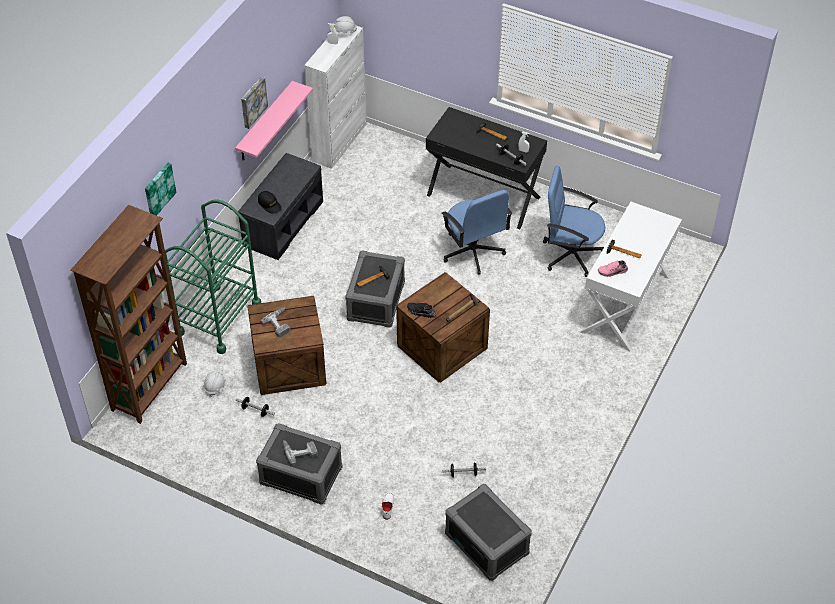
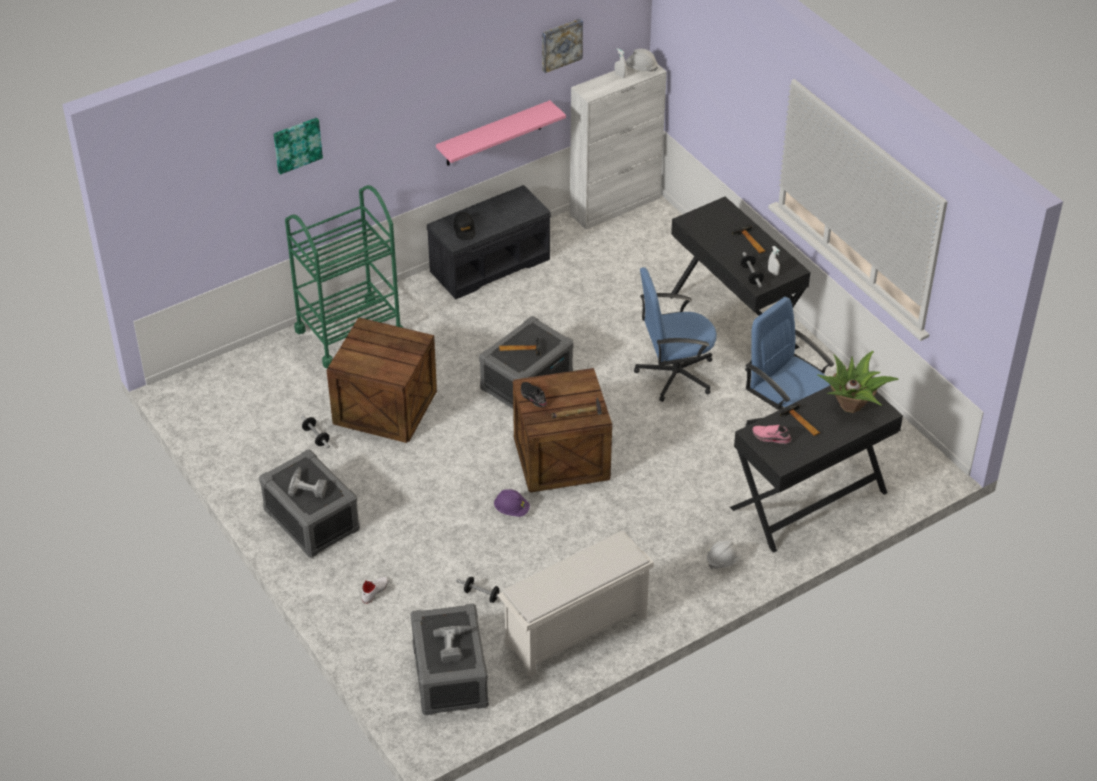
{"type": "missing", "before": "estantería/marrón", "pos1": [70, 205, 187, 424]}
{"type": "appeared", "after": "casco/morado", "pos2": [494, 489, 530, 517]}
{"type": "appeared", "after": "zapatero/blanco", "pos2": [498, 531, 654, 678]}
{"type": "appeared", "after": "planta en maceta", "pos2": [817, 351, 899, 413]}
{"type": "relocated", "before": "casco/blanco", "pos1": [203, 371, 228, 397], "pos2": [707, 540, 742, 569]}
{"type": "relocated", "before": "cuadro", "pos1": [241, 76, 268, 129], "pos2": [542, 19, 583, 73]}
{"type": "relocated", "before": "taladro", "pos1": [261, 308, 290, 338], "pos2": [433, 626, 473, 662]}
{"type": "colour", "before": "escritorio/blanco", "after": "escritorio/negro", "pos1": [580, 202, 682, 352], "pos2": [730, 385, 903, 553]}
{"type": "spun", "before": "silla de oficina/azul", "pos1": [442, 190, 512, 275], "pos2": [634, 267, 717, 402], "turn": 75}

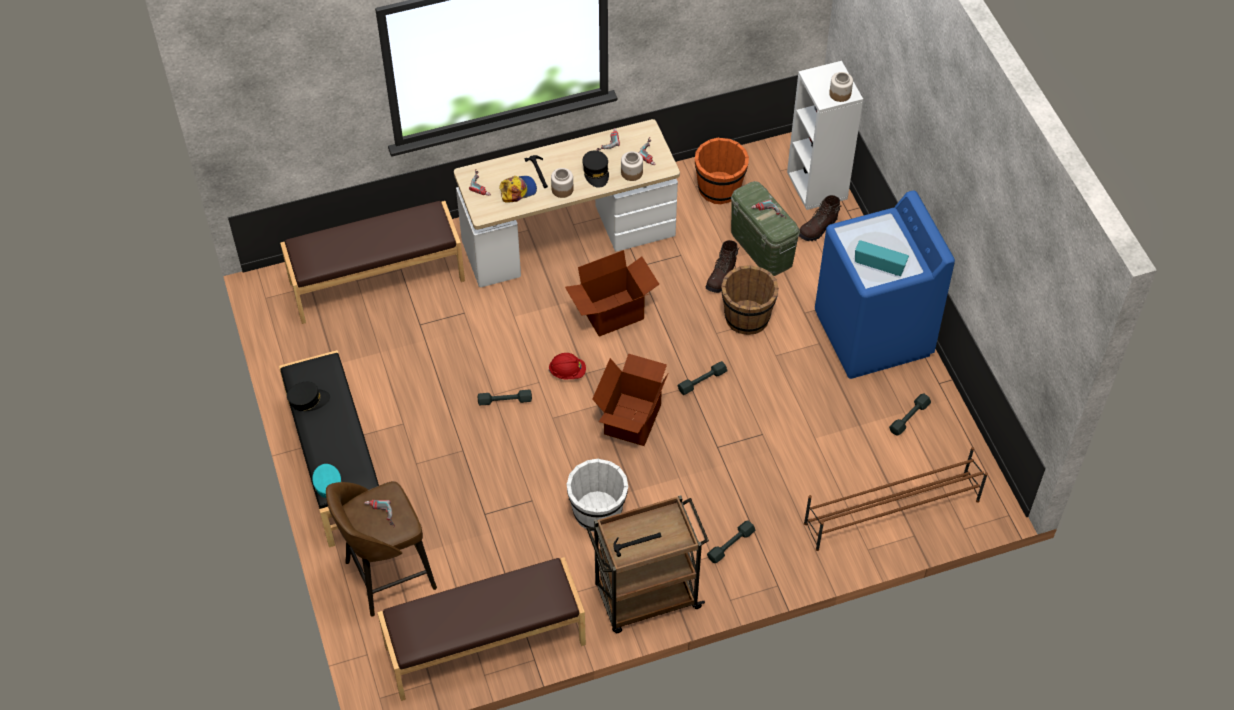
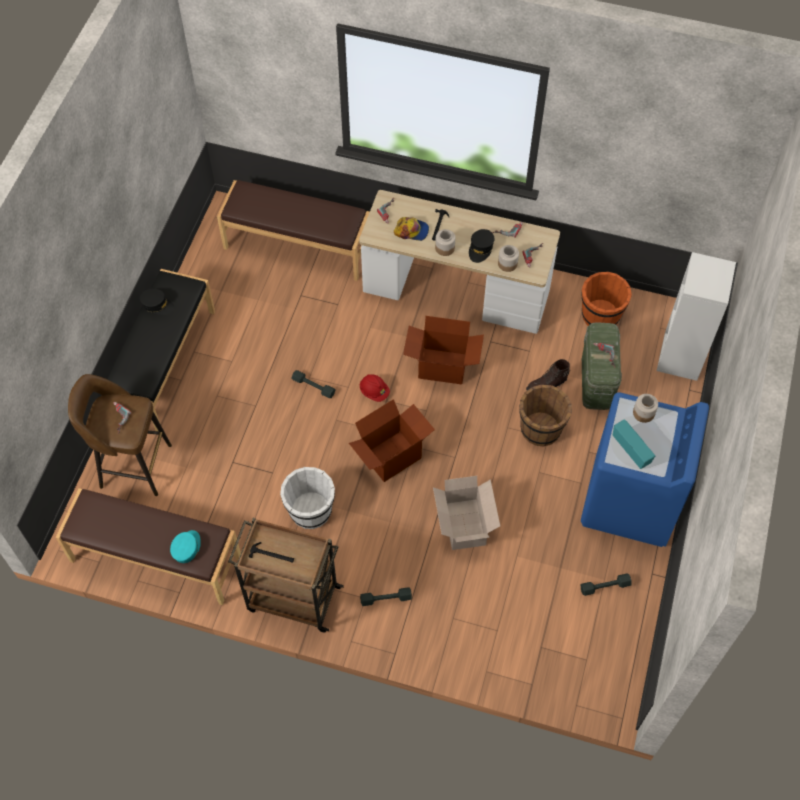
{"type": "missing", "before": "mancuerna/gris", "pos1": [678, 361, 727, 395]}
{"type": "missing", "before": "bota/marrón", "pos1": [799, 195, 842, 241]}
{"type": "missing", "before": "zapatero/marrón", "pos1": [804, 447, 988, 551]}
{"type": "appeared", "after": "caja de cartón", "pos2": [433, 476, 500, 550]}
{"type": "relocated", "before": "gorra/turquesa", "pos1": [312, 464, 341, 498], "pos2": [170, 530, 201, 563]}
{"type": "relocated", "before": "tarro", "pos1": [829, 72, 853, 102], "pos2": [633, 394, 658, 423]}

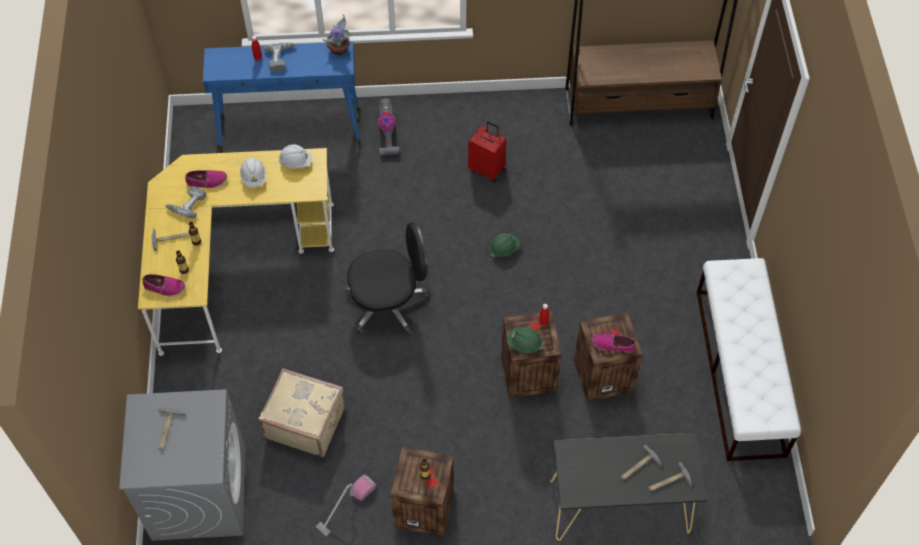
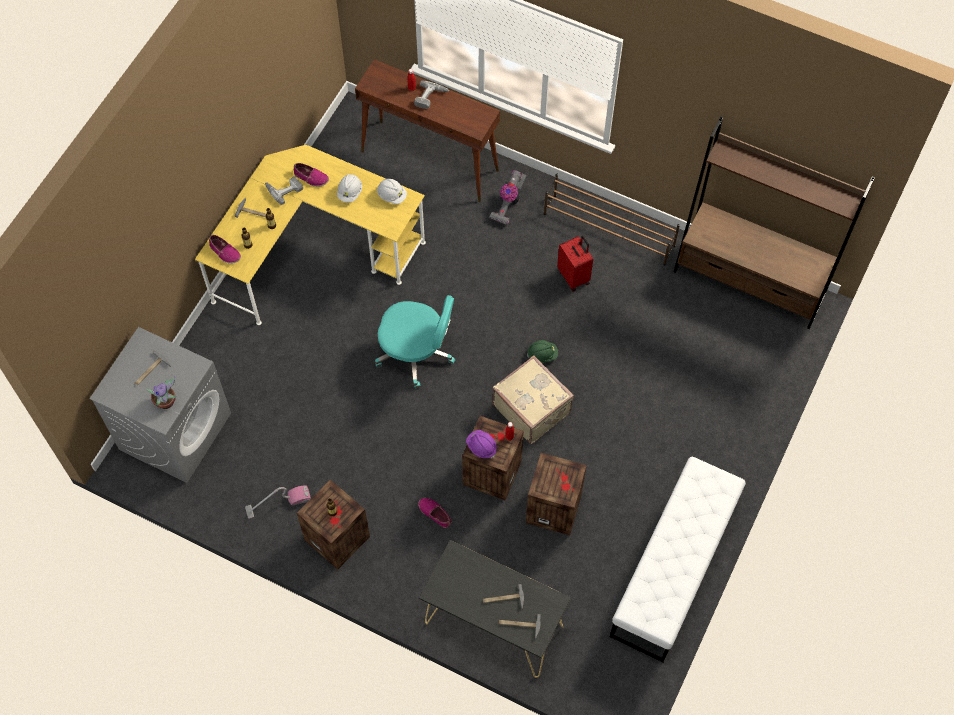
{"type": "appeared", "after": "zapatero/marrón", "pos2": [544, 174, 680, 266]}
{"type": "relocated", "before": "maleta/beis", "pos1": [258, 368, 345, 457], "pos2": [492, 355, 574, 444]}
{"type": "relocated", "before": "planta en maceta", "pos1": [322, 15, 352, 55], "pos2": [146, 376, 177, 409]}
{"type": "relocated", "before": "zapato", "pos1": [592, 333, 636, 353], "pos2": [418, 498, 451, 528]}
{"type": "colour", "before": "mesa consola/azul", "after": "mesa consola/marrón", "pos1": [203, 42, 361, 153], "pos2": [355, 59, 500, 202]}
{"type": "colour", "before": "silla de oficina/negro", "after": "silla de oficina/turquesa", "pos1": [345, 223, 430, 335], "pos2": [375, 295, 455, 388]}
{"type": "colour", "before": "casco/verde", "after": "casco/morado", "pos1": [507, 327, 543, 353], "pos2": [466, 430, 497, 458]}

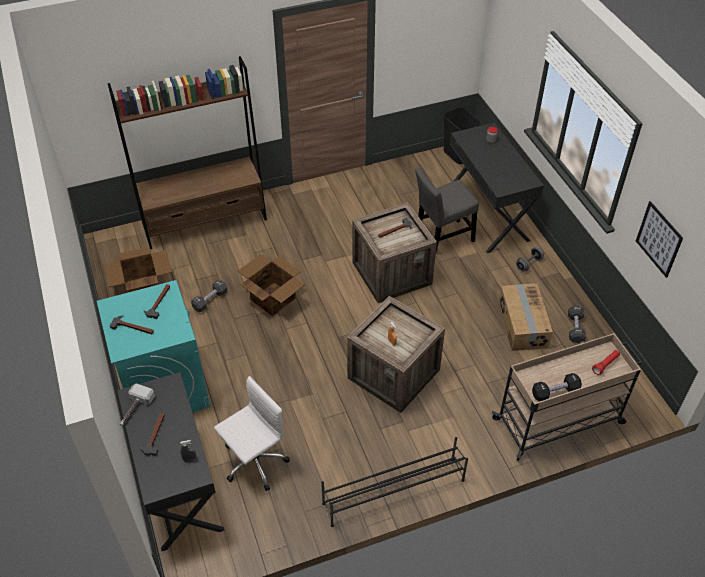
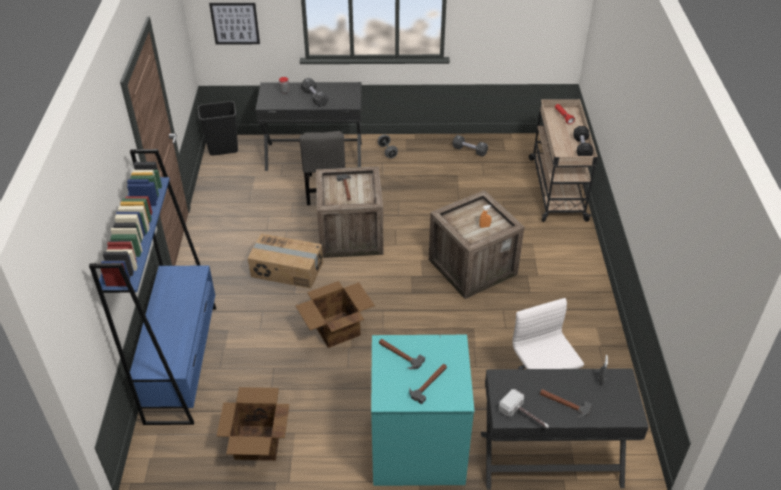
{"type": "missing", "before": "zapatero/negro", "pos1": [321, 437, 468, 527]}
{"type": "relocated", "before": "mancuerna/negro", "pos1": [191, 280, 227, 312], "pos2": [301, 78, 328, 107]}
{"type": "relocated", "before": "caja de cartón", "pos1": [498, 283, 553, 351], "pos2": [248, 233, 323, 289]}
{"type": "relocated", "before": "cuadro", "pos1": [636, 201, 683, 278], "pos2": [209, 3, 260, 45]}
{"type": "colour", "before": "estantería/marrón", "after": "estantería/azul", "pos1": [108, 56, 267, 249], "pos2": [89, 149, 216, 425]}

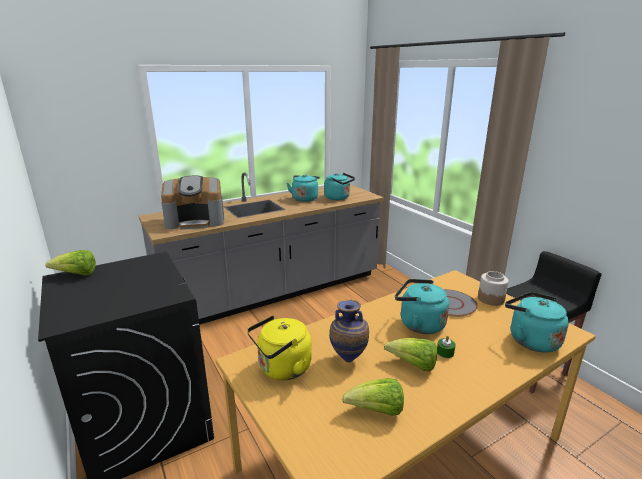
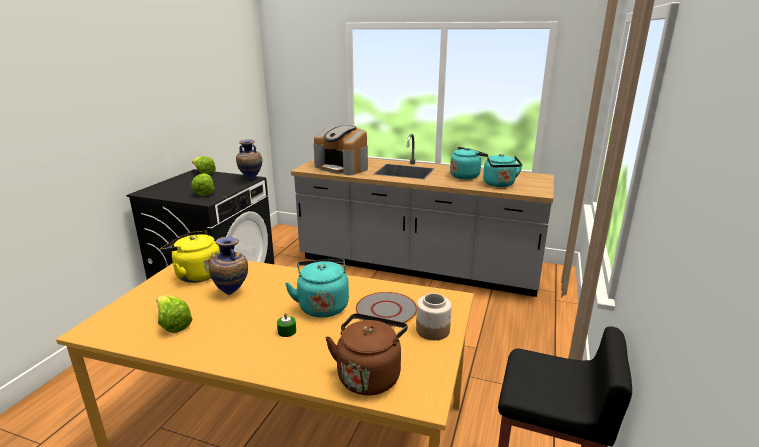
{"type": "appeared", "after": "florero", "pos2": [236, 139, 262, 179]}
{"type": "relocated", "before": "lechuga", "pos1": [384, 338, 437, 372], "pos2": [191, 173, 215, 196]}
{"type": "colour", "before": "hervidor/turquesa", "after": "hervidor/marrón", "pos1": [505, 292, 569, 353], "pos2": [325, 313, 408, 395]}

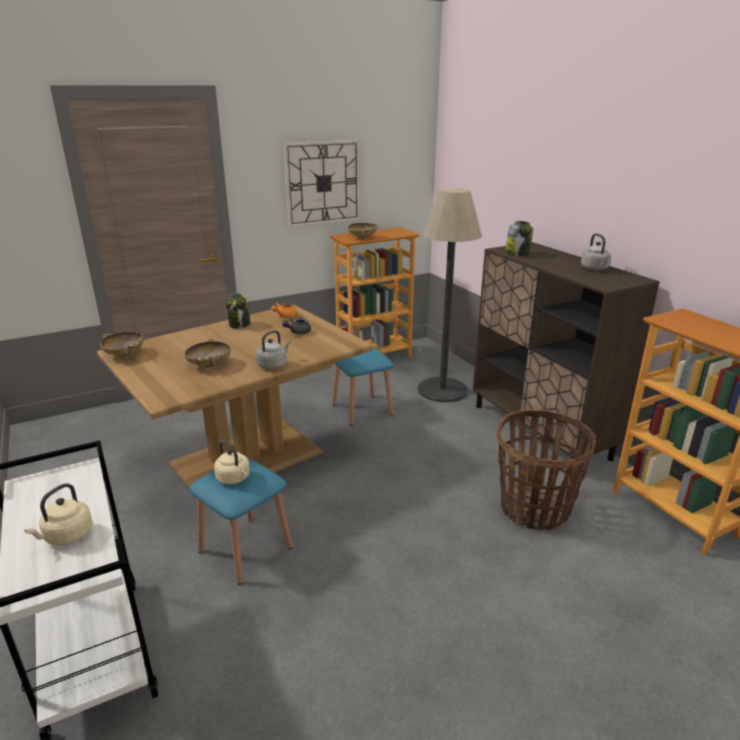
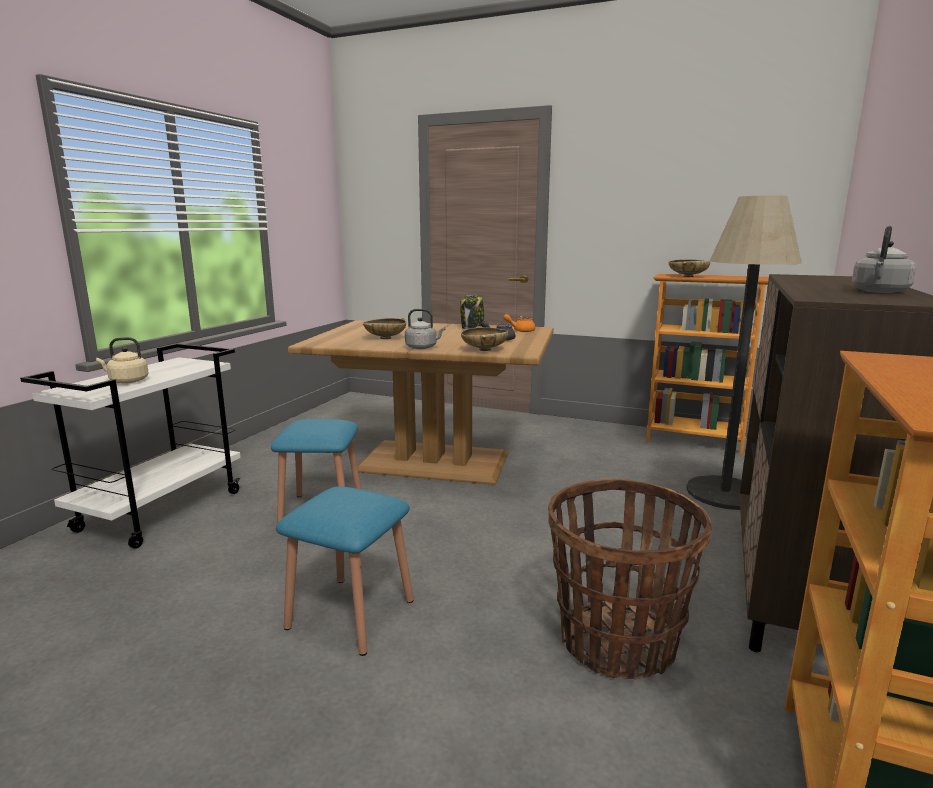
{"type": "missing", "before": "hervidor/beis", "pos1": [214, 441, 250, 484]}
{"type": "missing", "before": "reloj de pared", "pos1": [284, 140, 360, 228]}
{"type": "missing", "before": "tarro", "pos1": [505, 221, 533, 256]}
{"type": "relocated", "before": "cuenco/beis", "pos1": [100, 332, 144, 357], "pos2": [461, 326, 508, 351]}
{"type": "relocated", "before": "taburete/azul", "pos1": [332, 347, 394, 426], "pos2": [276, 486, 414, 656]}

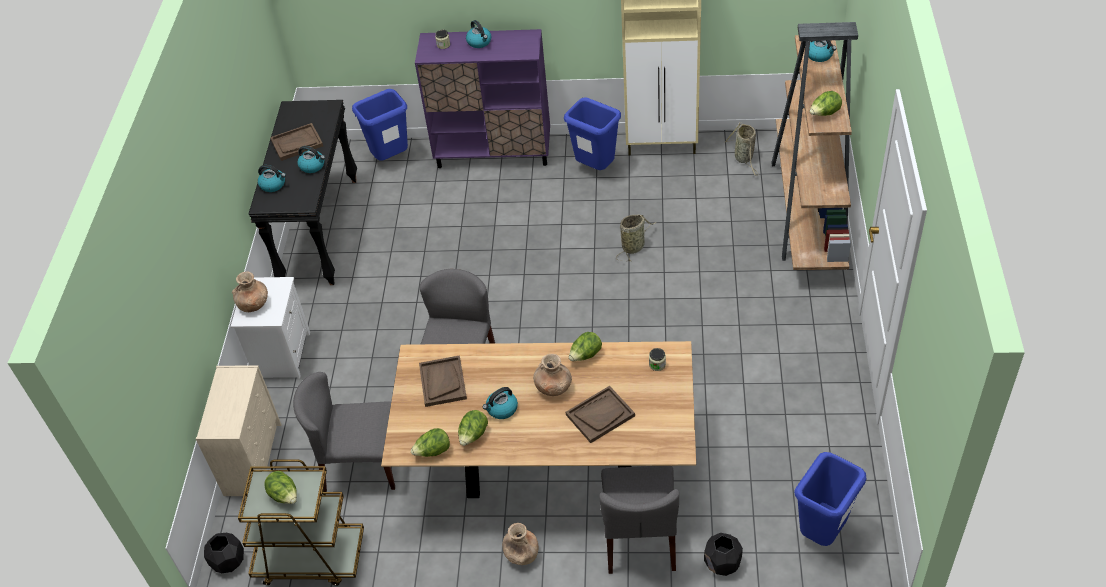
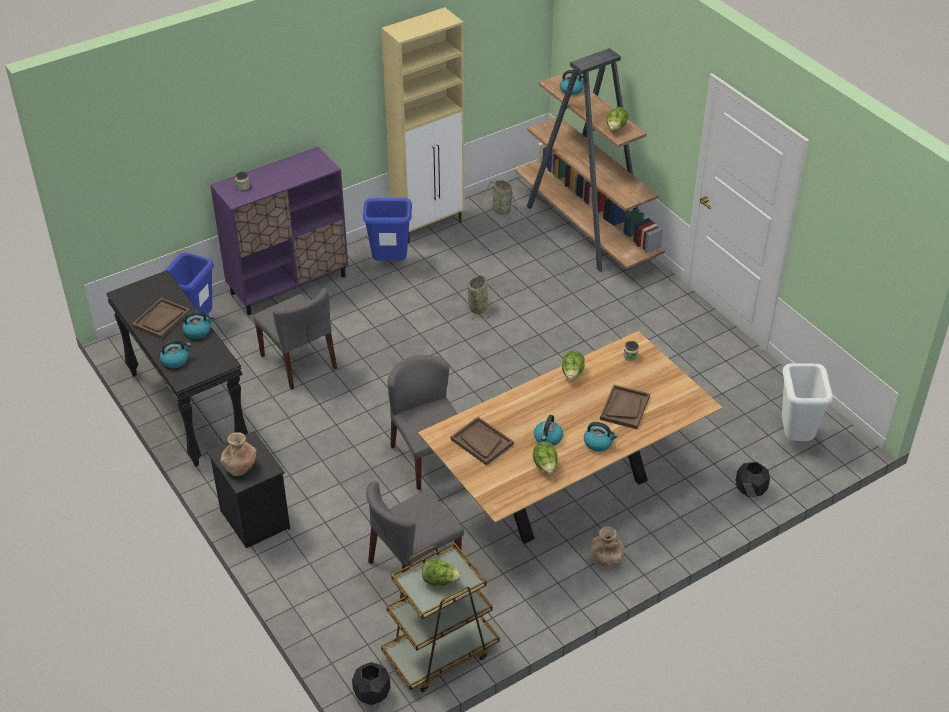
{"type": "missing", "before": "cómoda/beis", "pos1": [196, 365, 282, 496]}
{"type": "missing", "before": "lechuga", "pos1": [411, 428, 450, 457]}
{"type": "missing", "before": "florero/marrón", "pos1": [533, 354, 572, 396]}
{"type": "relocated", "before": "hervidor", "pos1": [466, 20, 492, 48], "pos2": [584, 422, 618, 451]}
{"type": "relocated", "before": "silla/gris", "pos1": [599, 466, 679, 574], "pos2": [253, 288, 337, 390]}
{"type": "colour", "before": "mesita de noche/blanco", "after": "mesita de noche/negro", "pos1": [231, 277, 310, 379], "pos2": [207, 431, 290, 548]}
{"type": "colour", "before": "papelera/azul", "after": "papelera/blanco", "pos1": [794, 452, 866, 546], "pos2": [782, 363, 833, 441]}

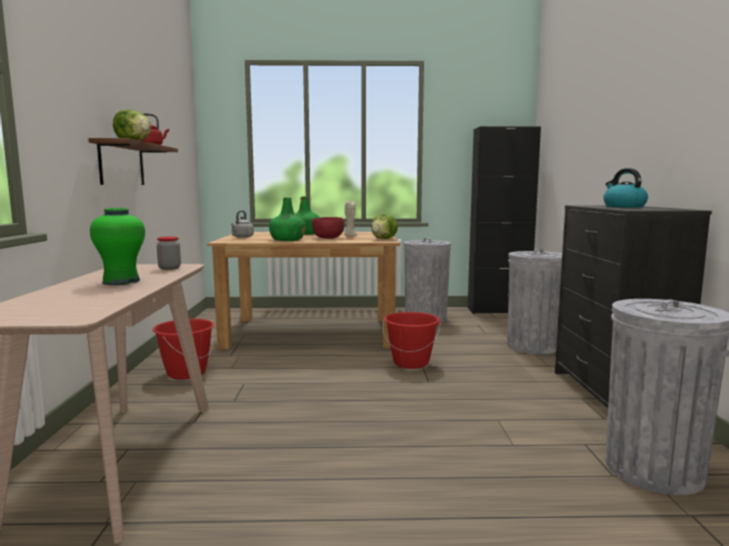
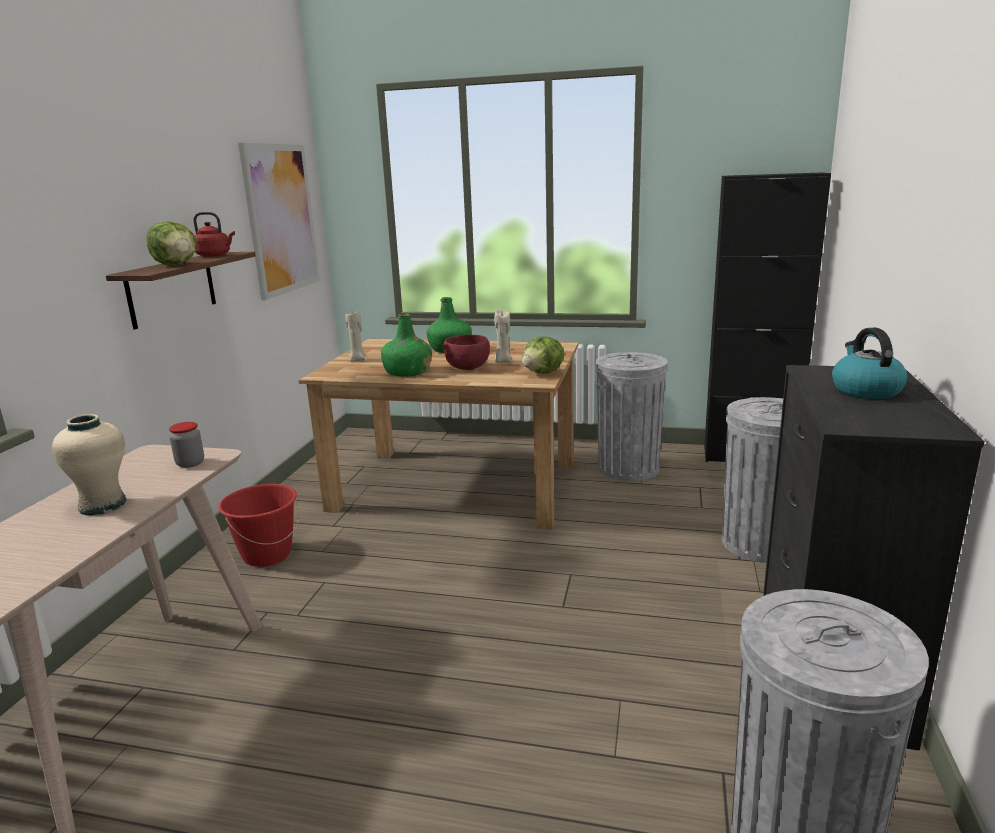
{"type": "missing", "before": "cubo/rojo", "pos1": [383, 312, 441, 369]}
{"type": "appeared", "after": "cuadro", "pos2": [238, 143, 320, 300]}
{"type": "exchanged", "before": "hervidor/gris", "after": "vela/beis", "pos1": [231, 210, 254, 238], "pos2": [345, 312, 365, 362]}
{"type": "colour", "before": "florero/verde", "after": "florero/beis", "pos1": [90, 208, 145, 285], "pos2": [52, 414, 126, 515]}

